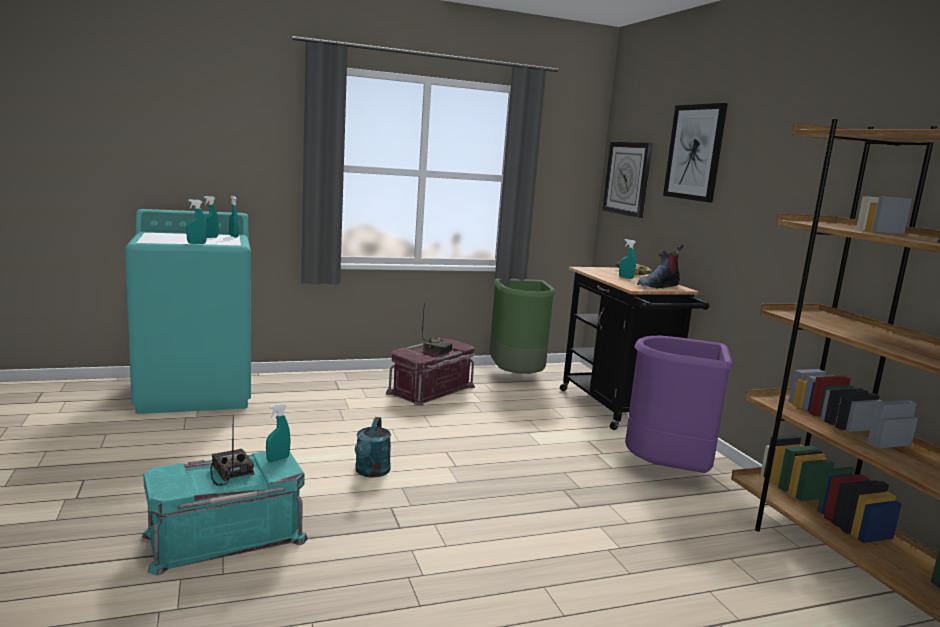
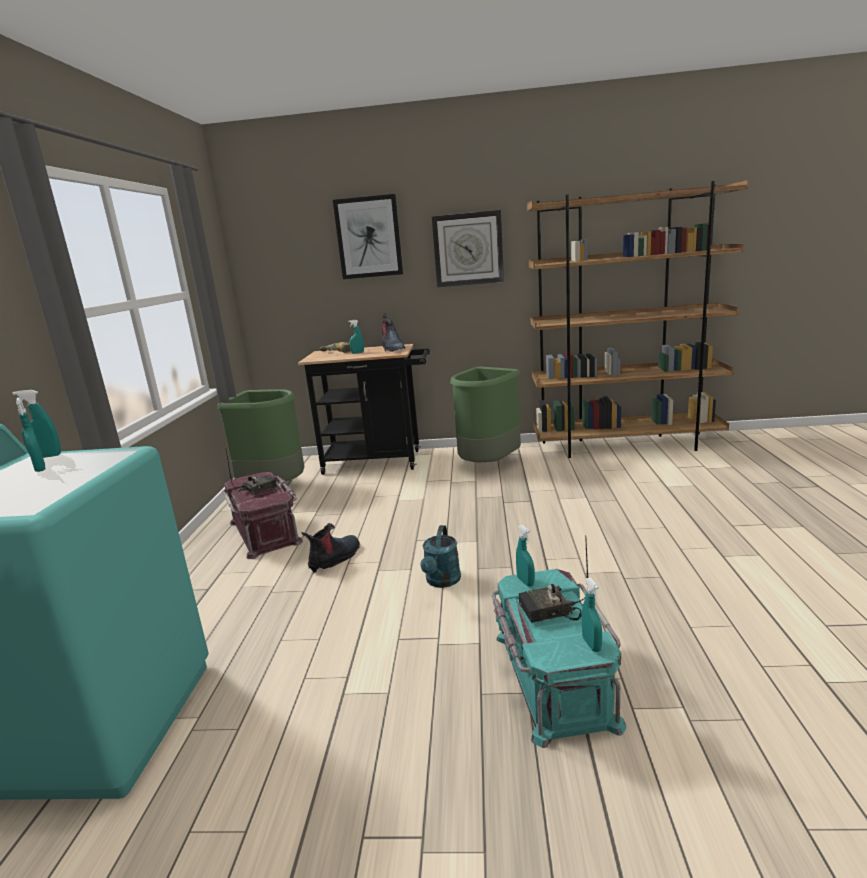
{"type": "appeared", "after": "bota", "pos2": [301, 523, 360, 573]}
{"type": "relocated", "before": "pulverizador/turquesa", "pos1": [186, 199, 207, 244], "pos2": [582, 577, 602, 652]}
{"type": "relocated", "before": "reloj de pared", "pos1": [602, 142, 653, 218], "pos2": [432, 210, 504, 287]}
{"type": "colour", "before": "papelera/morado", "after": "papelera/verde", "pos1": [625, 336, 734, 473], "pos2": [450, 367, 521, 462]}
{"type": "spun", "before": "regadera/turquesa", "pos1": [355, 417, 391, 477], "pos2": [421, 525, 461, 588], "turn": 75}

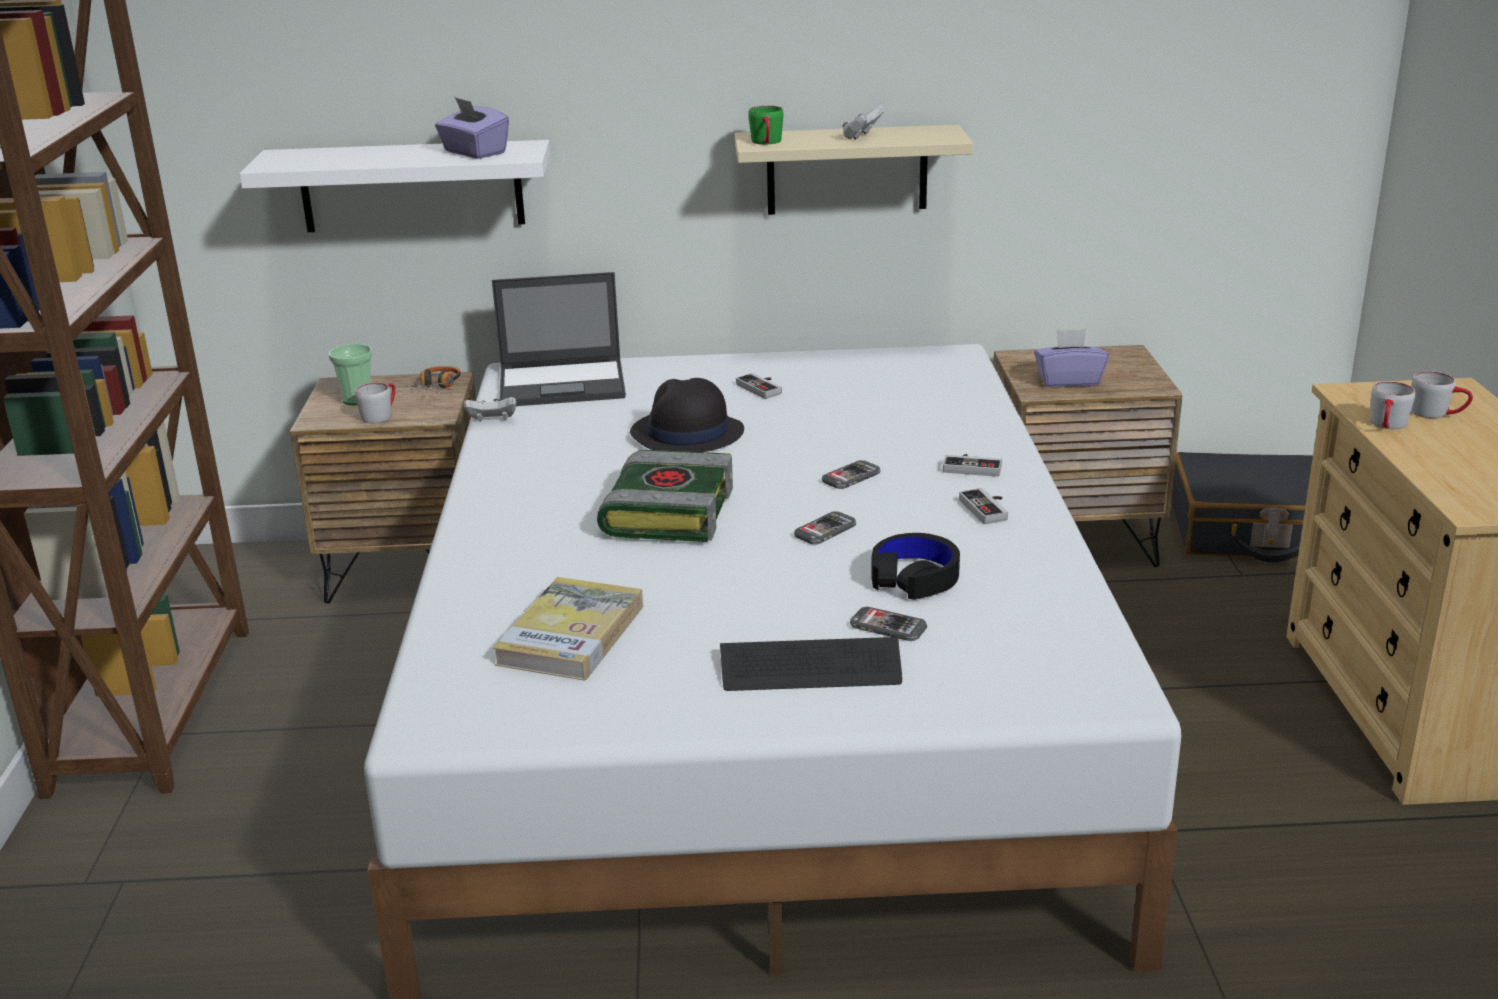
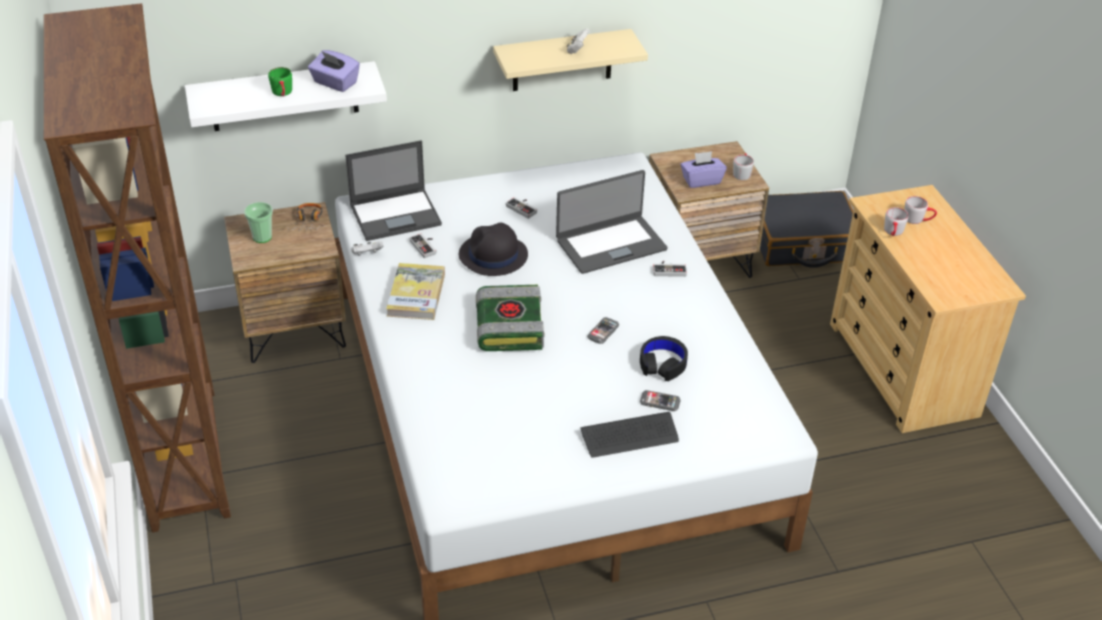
{"type": "missing", "before": "móvil", "pos1": [822, 460, 880, 489]}
{"type": "appeared", "after": "portátil", "pos2": [556, 170, 668, 274]}
{"type": "relocated", "before": "taza grande/gris", "pos1": [355, 382, 395, 423], "pos2": [733, 153, 754, 180]}
{"type": "relocated", "before": "libro", "pos1": [493, 577, 643, 681], "pos2": [386, 263, 445, 320]}
{"type": "relocated", "before": "taza grande/verde", "pos1": [748, 106, 783, 144], "pos2": [268, 67, 292, 96]}
{"type": "relocated", "before": "mando de consola", "pos1": [959, 488, 1008, 524], "pos2": [410, 233, 436, 258]}

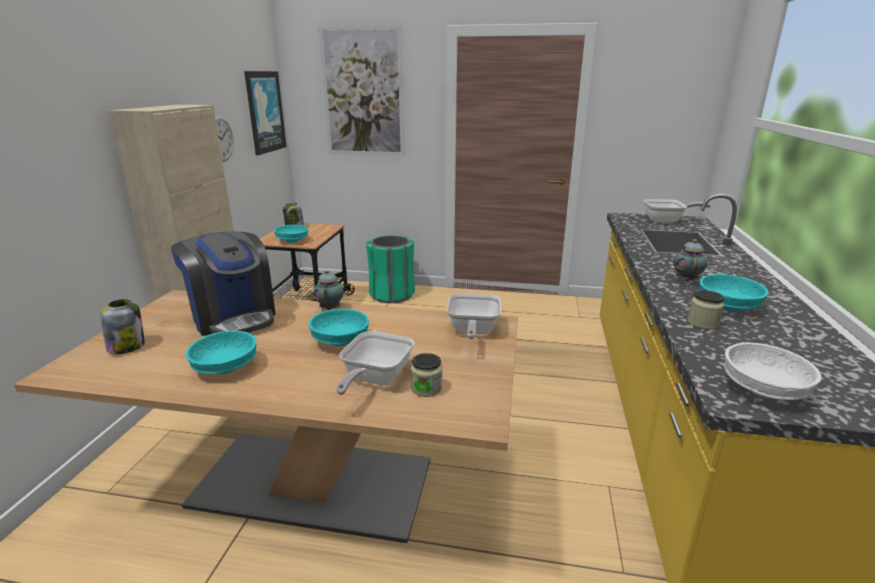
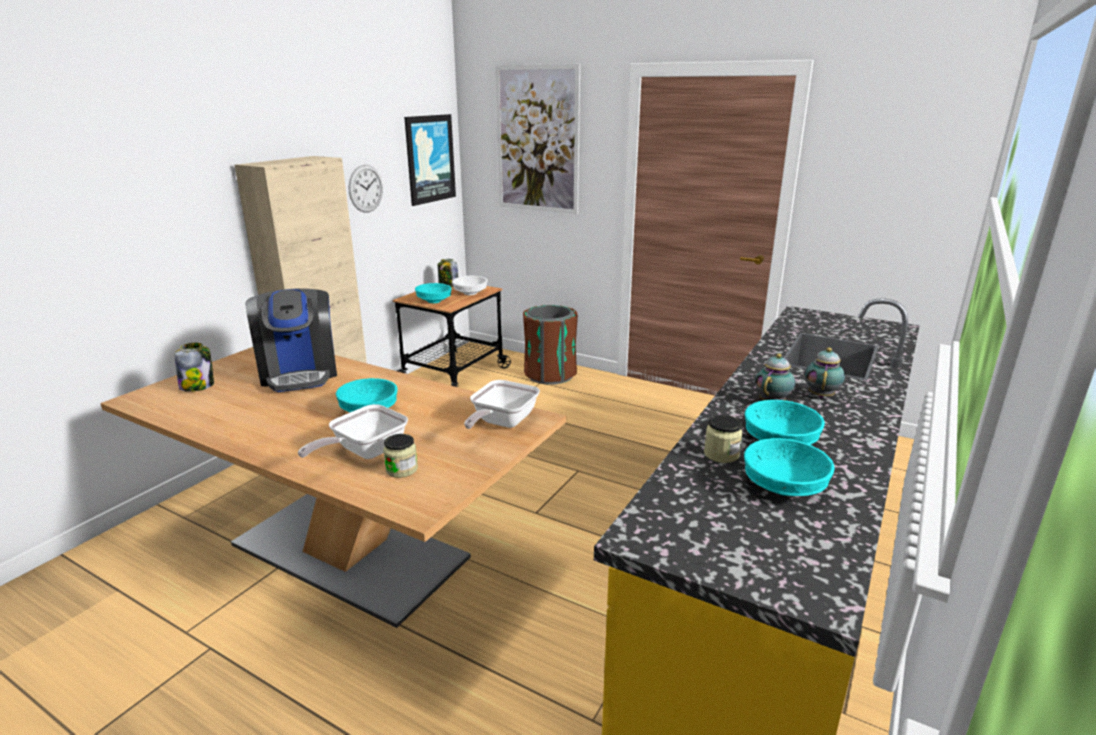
{"type": "missing", "before": "sartén", "pos1": [643, 199, 711, 223]}
{"type": "relocated", "before": "cuenco/turquesa", "pos1": [186, 331, 256, 374], "pos2": [744, 438, 835, 496]}
{"type": "relocated", "before": "tetera", "pos1": [313, 270, 344, 310], "pos2": [805, 347, 845, 398]}
{"type": "relocated", "before": "cuenco/blanco", "pos1": [724, 342, 822, 400], "pos2": [452, 276, 488, 295]}
{"type": "colour", "before": "papelera/verde", "after": "papelera/marrón", "pos1": [366, 235, 415, 303], "pos2": [523, 305, 578, 385]}

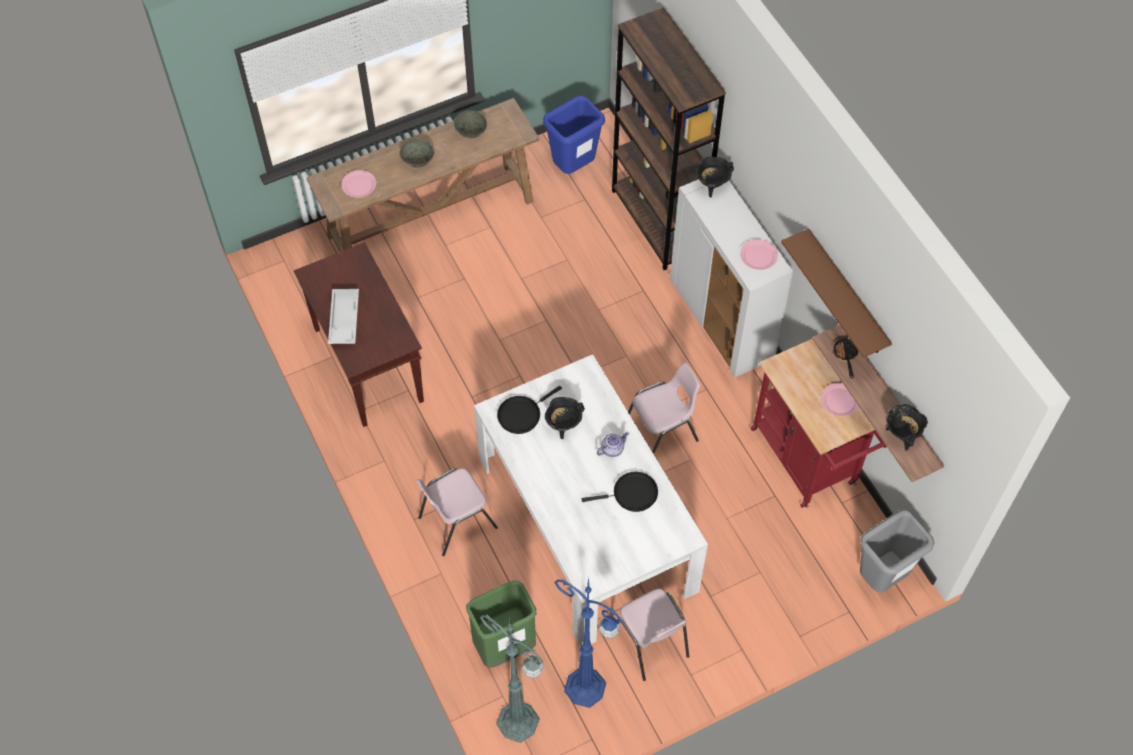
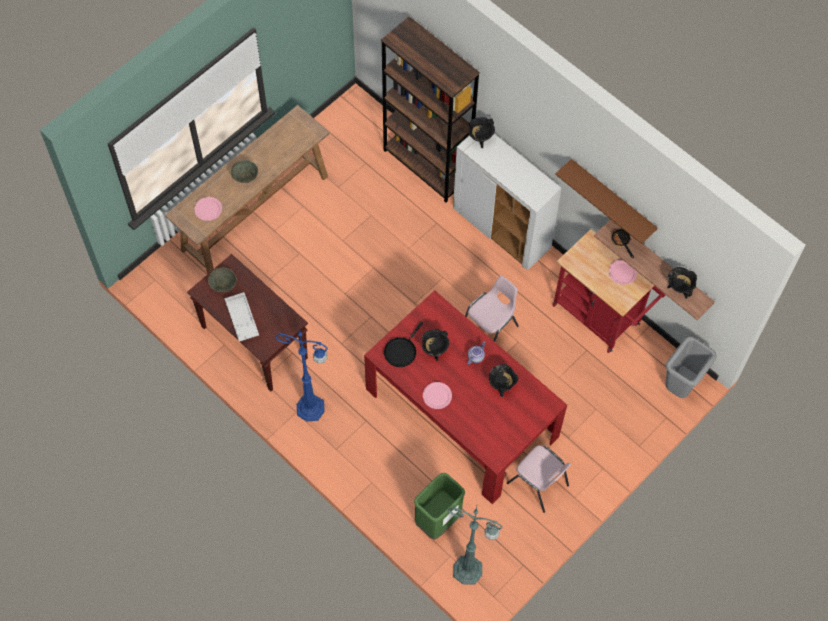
{"type": "missing", "before": "silla/rosa", "pos1": [416, 468, 498, 556]}
{"type": "missing", "before": "papelera/azul", "pos1": [543, 96, 605, 174]}
{"type": "relocated", "before": "cuenco/gris", "pos1": [454, 110, 487, 138], "pos2": [208, 267, 237, 292]}
{"type": "relocated", "before": "lámpara de pie/azul", "pos1": [555, 577, 622, 708], "pos2": [275, 327, 328, 421]}
{"type": "relocated", "before": "plato/rosa", "pos1": [740, 239, 778, 270], "pos2": [423, 382, 452, 409]}
{"type": "exchanged", "before": "sartén/negro", "after": "olla/negro", "pos1": [582, 472, 658, 512], "pos2": [489, 364, 518, 397]}
{"type": "colour", "before": "mesa de comedor/blanco", "after": "mesa de comedor/rojo", "pos1": [474, 354, 708, 646], "pos2": [364, 290, 567, 504]}

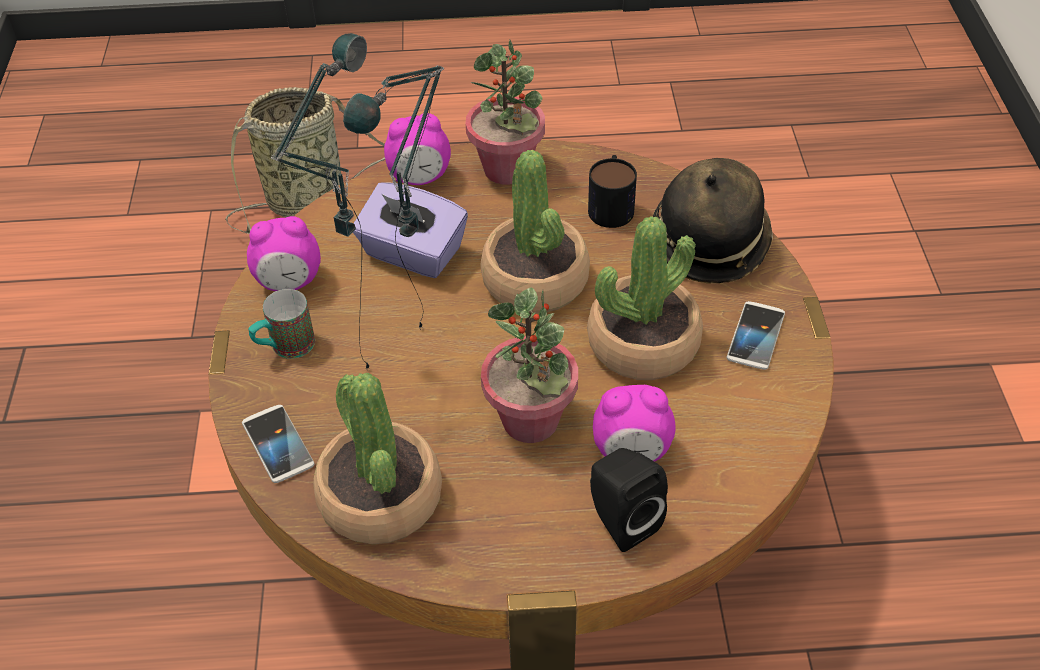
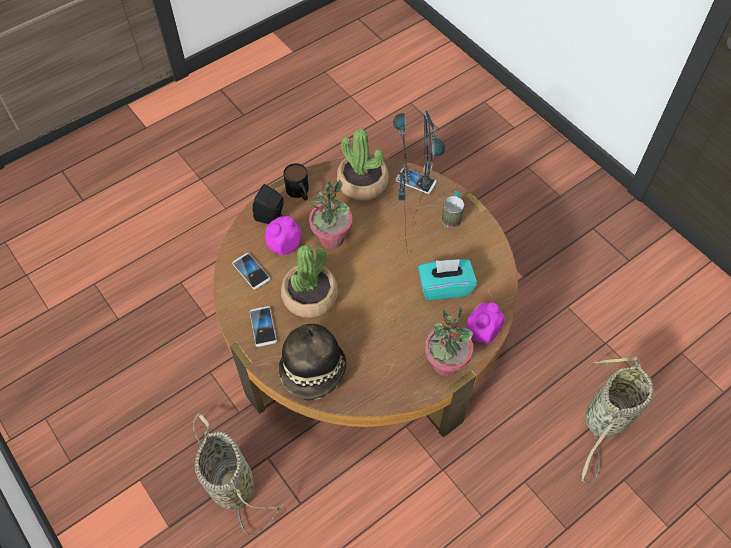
{"type": "missing", "before": "despertador", "pos1": [247, 216, 321, 291]}
{"type": "missing", "before": "planta en maceta", "pos1": [481, 150, 590, 313]}
{"type": "appeared", "after": "cesta", "pos2": [193, 413, 283, 536]}
{"type": "appeared", "after": "móvil", "pos2": [232, 253, 271, 290]}
{"type": "relocated", "before": "taza grande", "pos1": [588, 155, 637, 228], "pos2": [283, 163, 309, 201]}
{"type": "colour", "before": "caja de pañuelos/morado", "after": "caja de pañuelos/turquesa", "pos1": [353, 182, 468, 278], "pos2": [418, 259, 477, 300]}

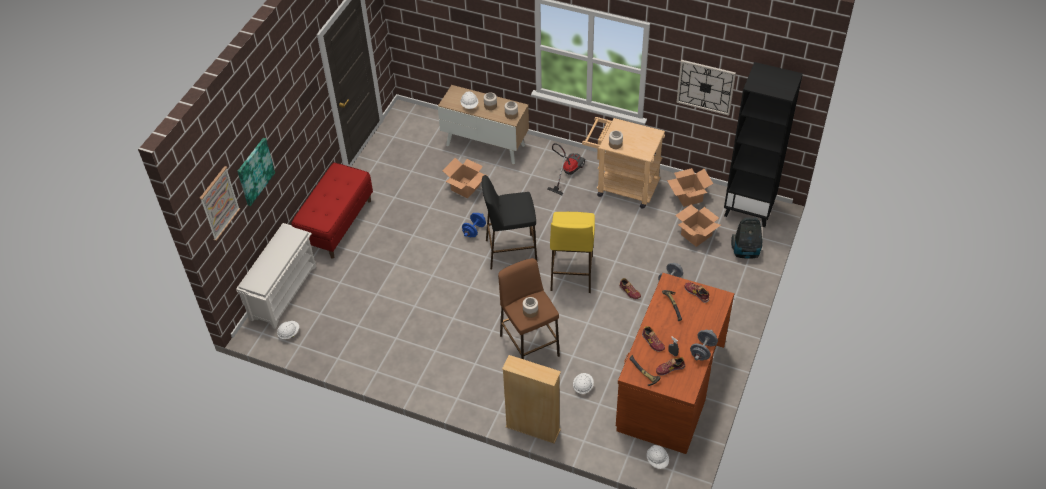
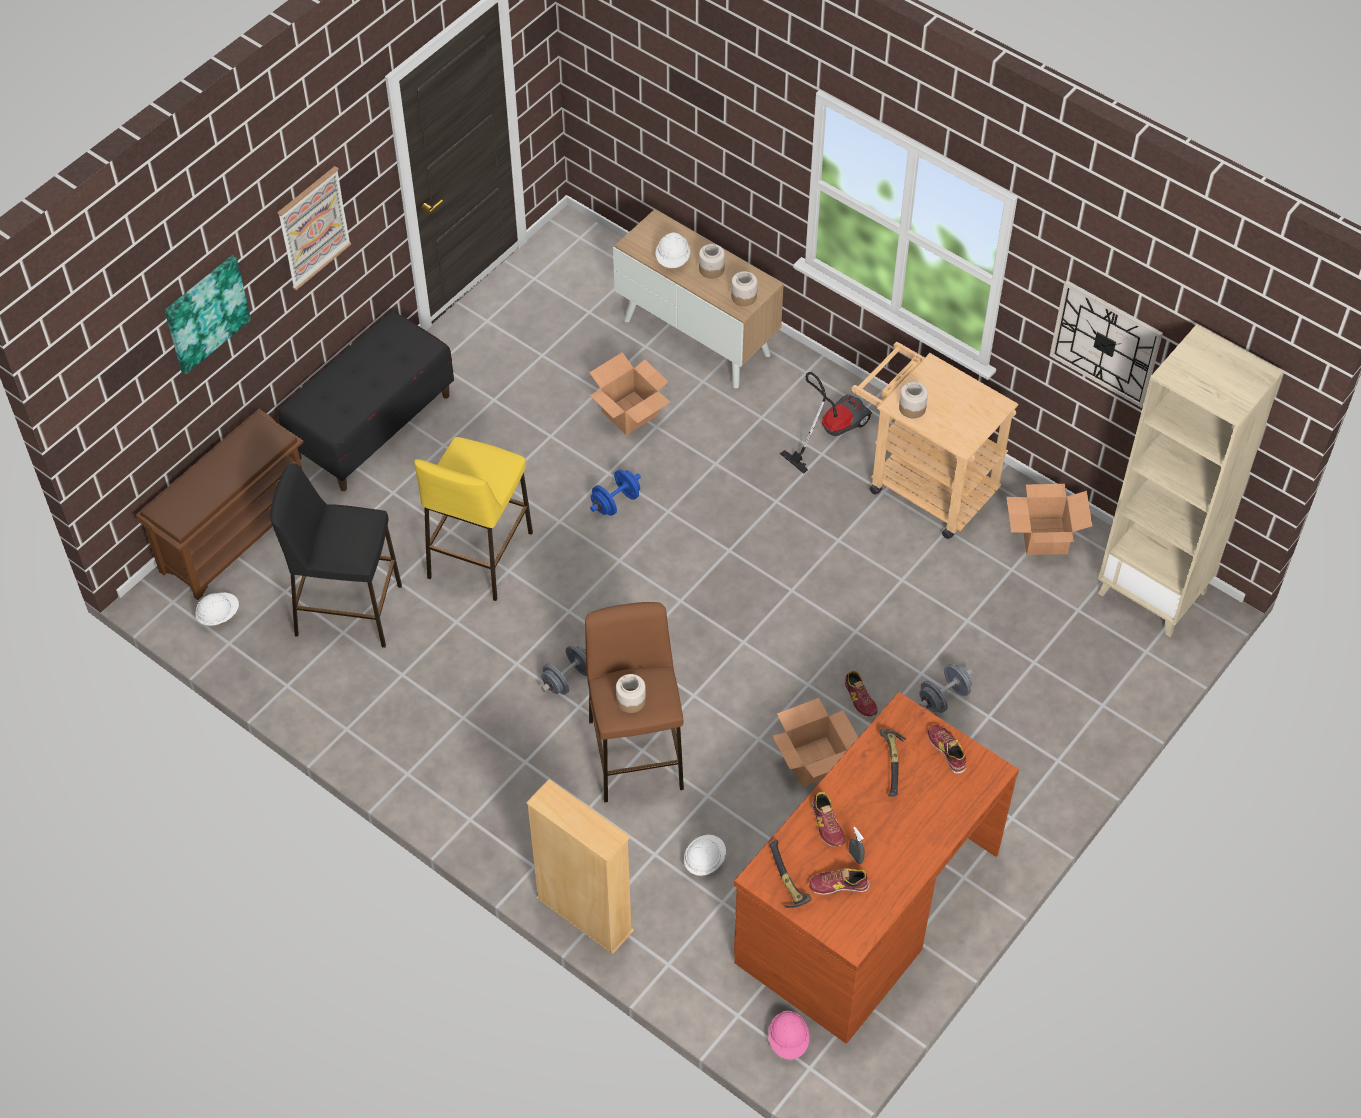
{"type": "missing", "before": "aspiradora", "pos1": [731, 217, 763, 259]}
{"type": "relocated", "before": "cuadro", "pos1": [200, 166, 240, 241], "pos2": [277, 166, 351, 290]}
{"type": "relocated", "before": "taburete/negro", "pos1": [482, 175, 537, 269], "pos2": [270, 464, 402, 648]}
{"type": "relocated", "before": "taburete/amarillo", "pos1": [550, 212, 595, 293], "pos2": [414, 437, 533, 601]}
{"type": "relocated", "before": "caja de cartón", "pos1": [675, 205, 721, 247], "pos2": [772, 698, 859, 787]}
{"type": "relocated", "before": "mancuerna/gris", "pos1": [690, 330, 718, 360], "pos2": [541, 645, 587, 695]}
{"type": "colour", "before": "zapatero/blanco", "after": "zapatero/marrón", "pos1": [236, 223, 316, 329], "pos2": [136, 409, 304, 600]}
{"type": "colour", "before": "banco/rojo", "after": "banco/negro", "pos1": [291, 163, 373, 259], "pos2": [278, 311, 454, 491]}
{"type": "colour", "before": "casco/blanco", "after": "casco/rosa", "pos1": [647, 445, 669, 469], "pos2": [768, 1011, 810, 1060]}
{"type": "colour", "before": "estantería/negro", "after": "estantería/beis", "pos1": [724, 62, 803, 227], "pos2": [1098, 324, 1283, 637]}

